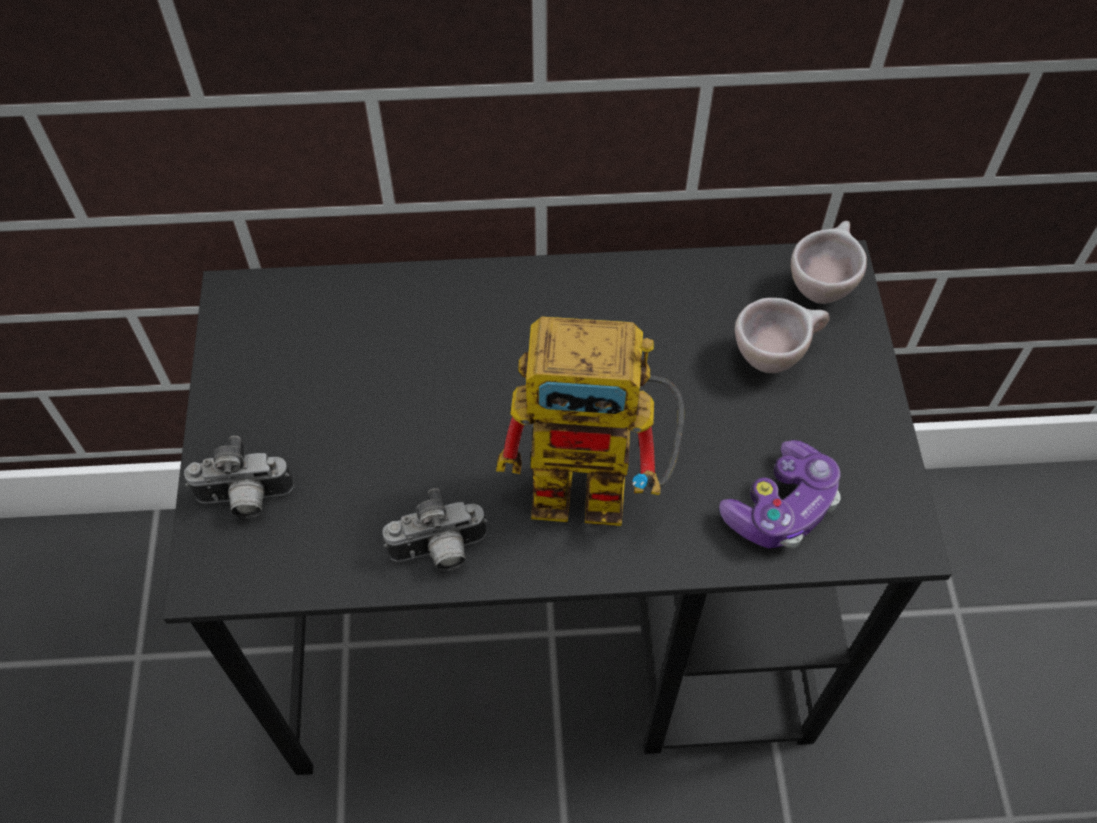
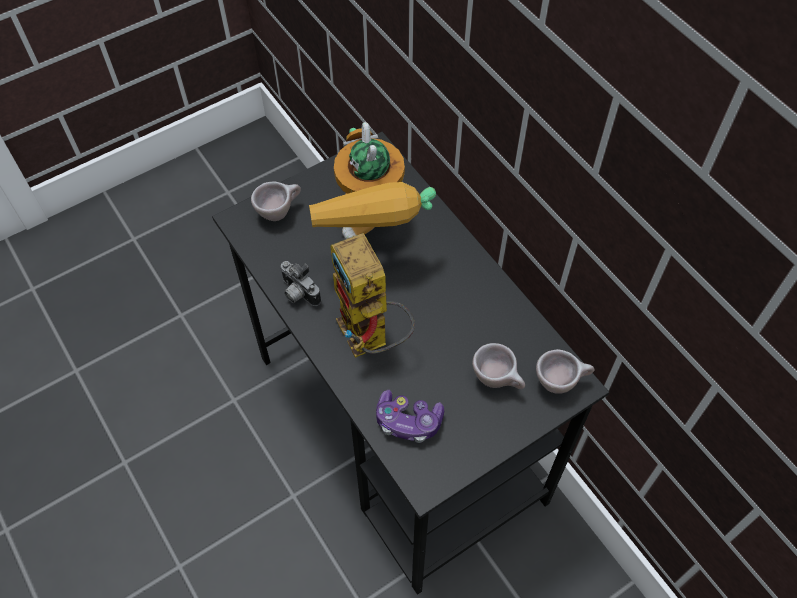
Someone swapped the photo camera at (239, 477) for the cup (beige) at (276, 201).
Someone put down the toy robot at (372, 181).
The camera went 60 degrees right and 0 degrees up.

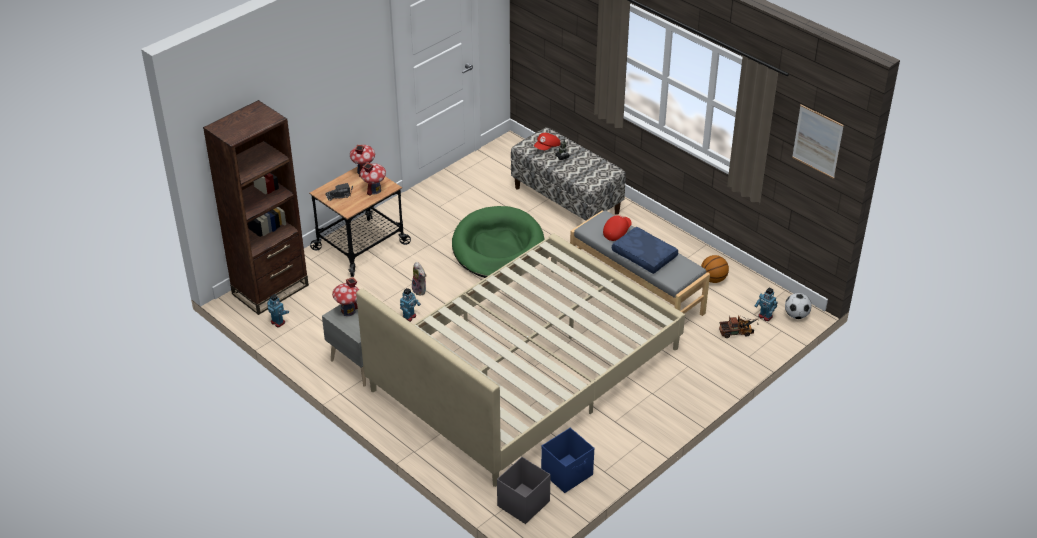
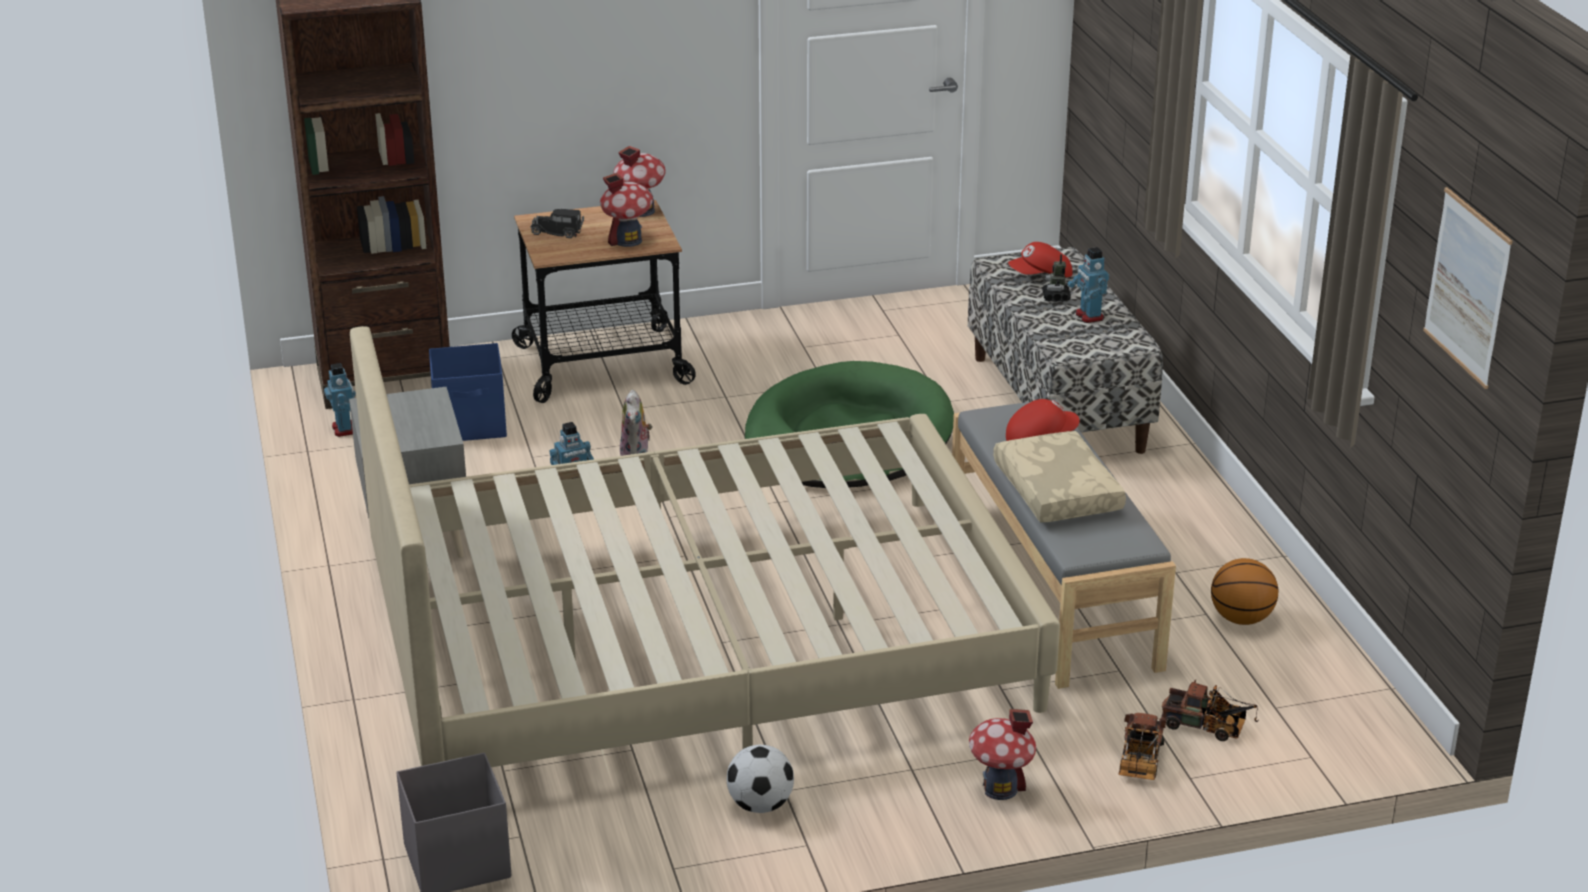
Someone repainted the pillow (blue) at (645, 250), which became the pillow (beige) at (1059, 476).
Someone carried the toy house from (345, 296) to (1002, 754).
Someone carried the toy robot from (766, 304) to (1088, 285).
Someone carried the football from (798, 306) to (760, 779).
Someone carried the storage box (blue) from (567, 460) to (468, 392).
Someone put down the toy truck at (1142, 746).
The camera went 30 degrees right and 10 degrees down.

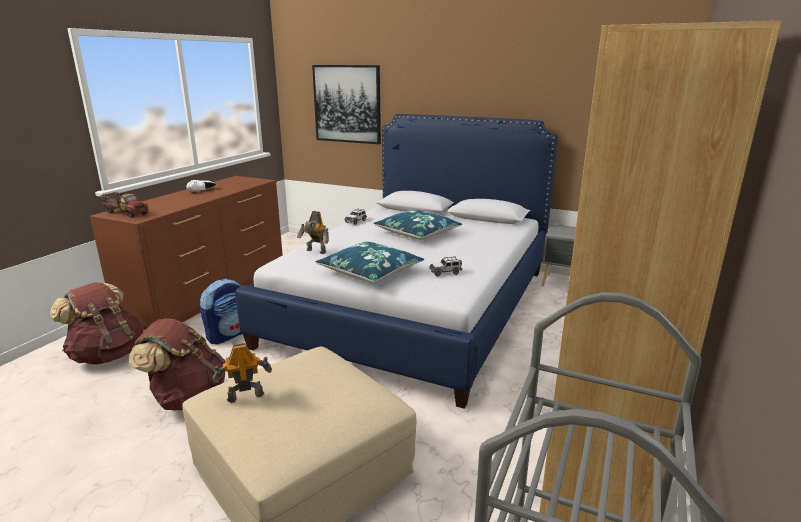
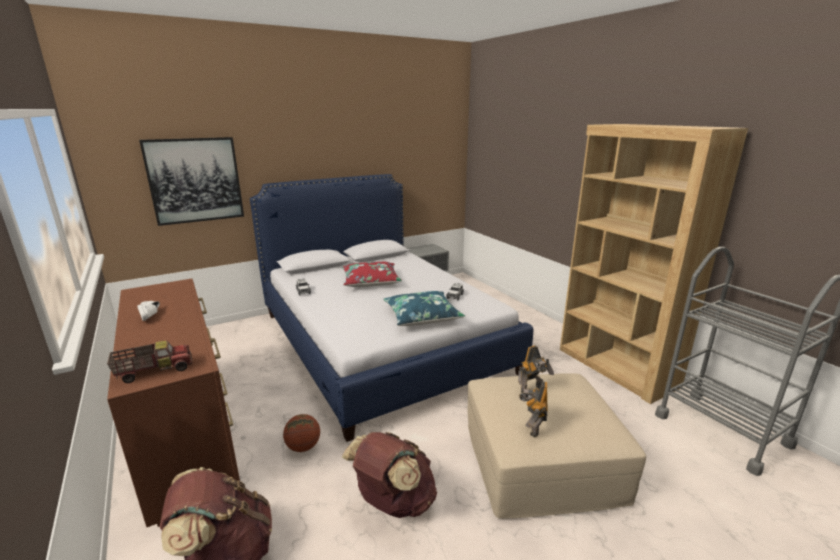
Someone repainted the pillow (blue) at (417, 225), which became the pillow (red) at (372, 274).
Someone carried the toy robot from (313, 232) to (536, 369).
Someone swapped the backpack at (221, 311) for the basketball at (301, 433).
The camera went 55 degrees left and 0 degrees up.

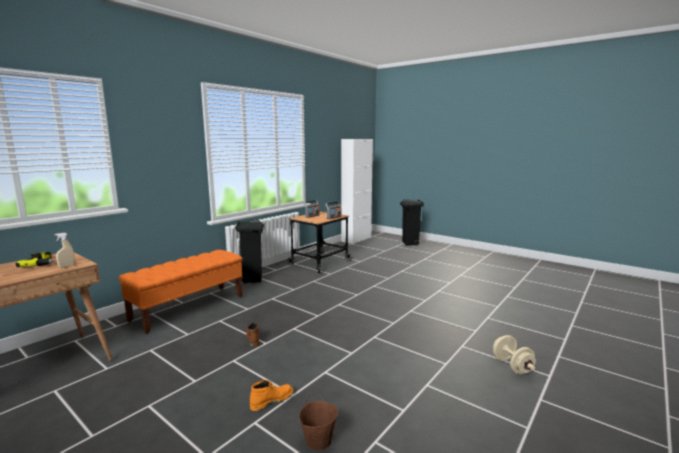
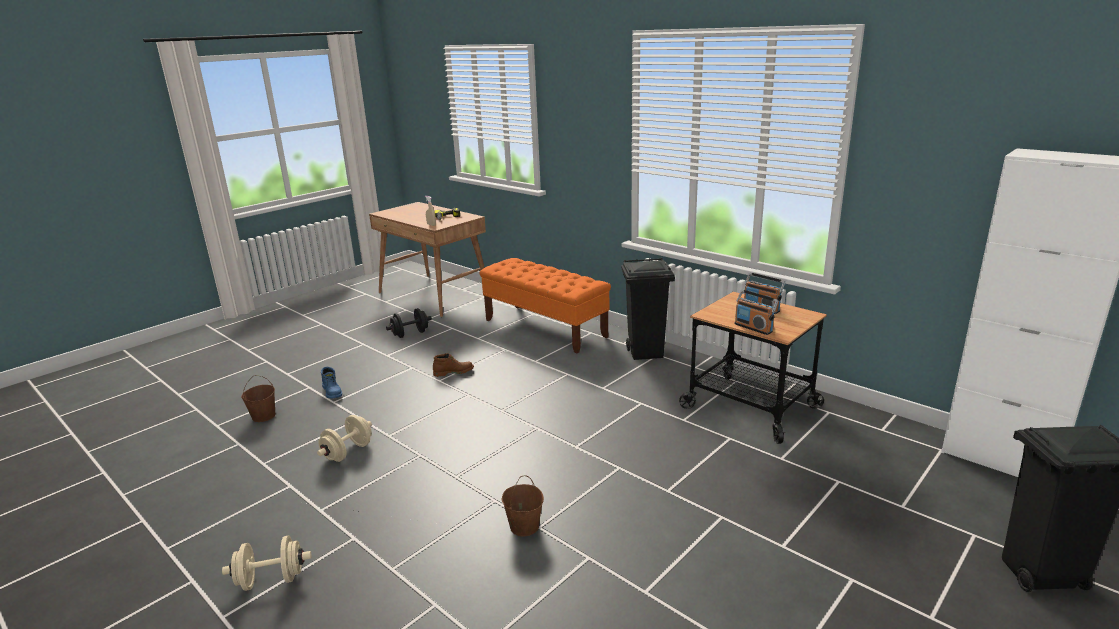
Someone repainted the boot (orange) at (271, 395), which became the boot (blue) at (331, 382).
Someone put down the dumbbell (black) at (409, 323).
Someone put down the dumbbell (beige) at (344, 438).
Someone put down the bucket (brown) at (523, 505).
The camera went 95 degrees right and 10 degrees up.

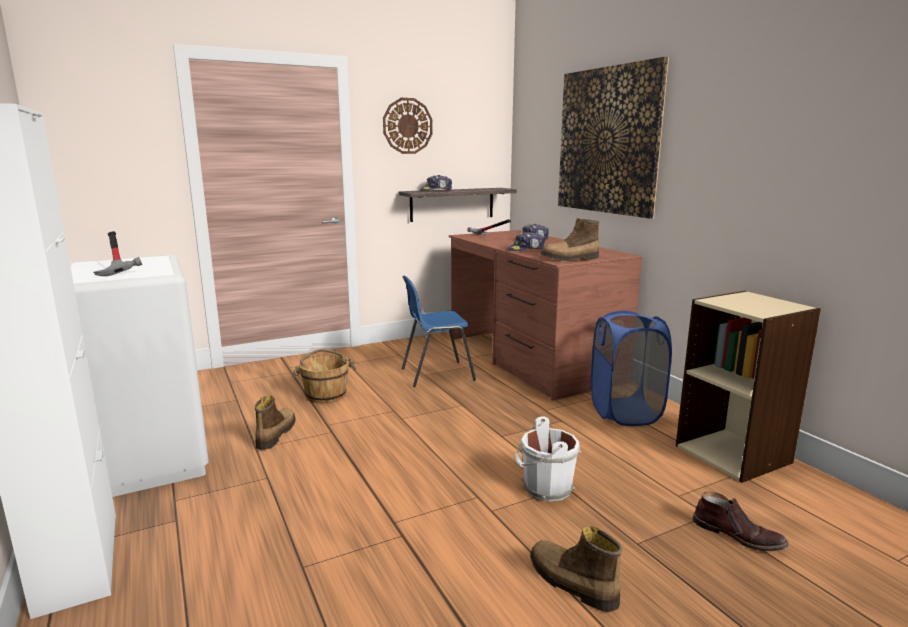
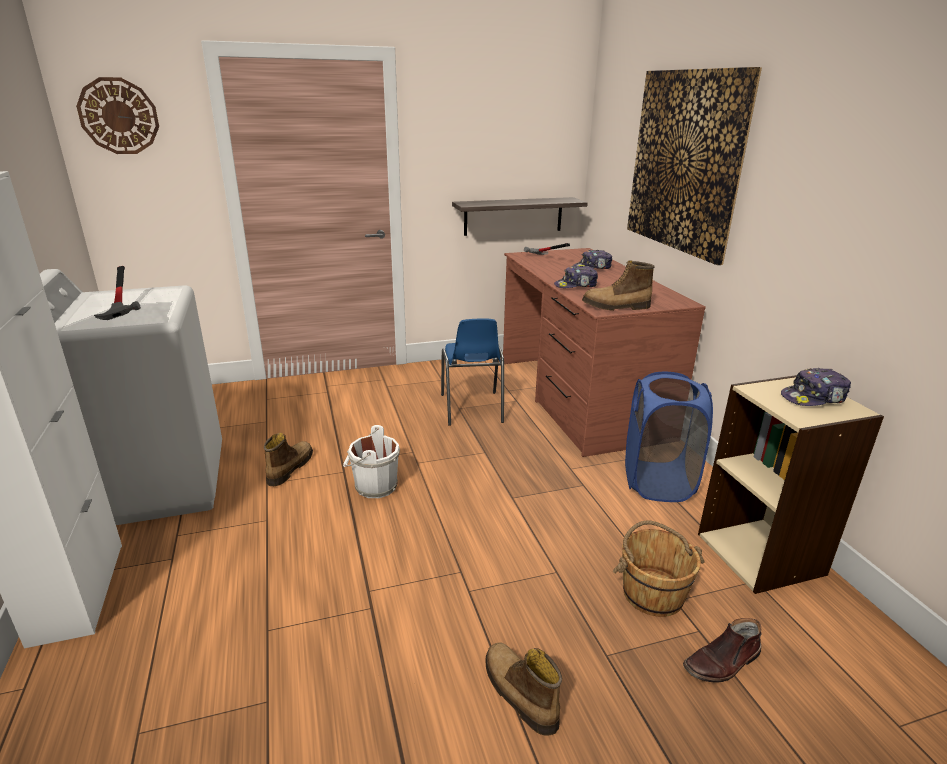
Someone carried the wall clock from (408, 126) to (117, 115).
Someone carried the cap from (436, 183) to (816, 387).
Someone rotated the chair (blue) at (439, 331) by 90 degrees counterclockwise.
Someone carried the bucket (brown) from (324, 376) to (658, 569).
Someone carried the bucket (white) from (548, 458) to (371, 461).
Someone rotated the boot (brown) at (740, 521) by 105 degrees clockwise.
The camera went 10 degrees right and 10 degrees up.

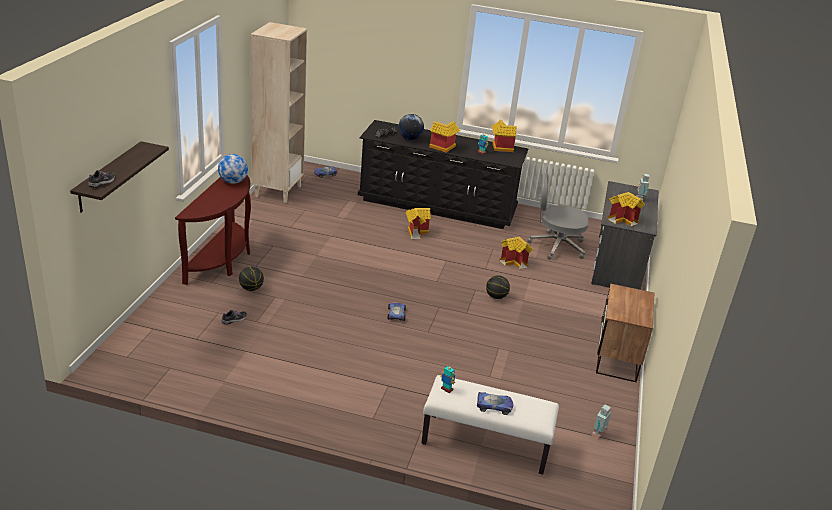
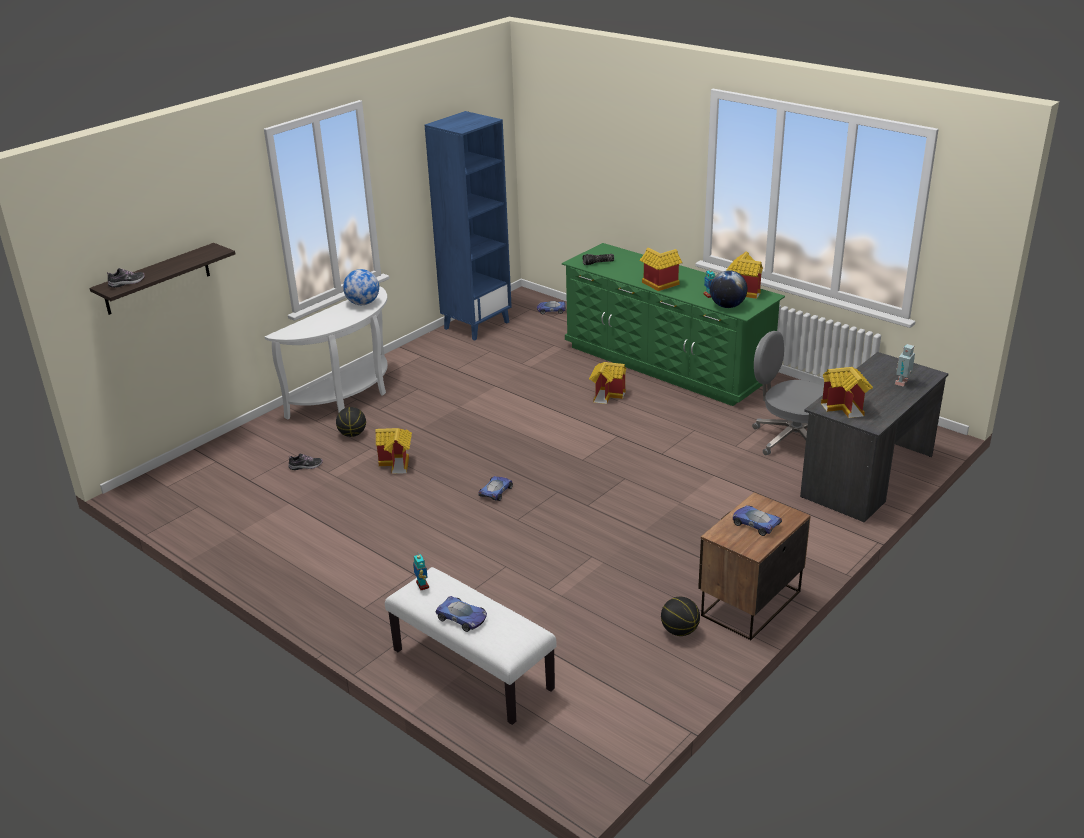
Someone repainted the bookcase (beige) at (279, 112), which became the bookcase (blue) at (468, 226).
Someone carried the globe from (411, 127) to (728, 289).
Someone repainted the dresser (black) at (443, 174), which became the dresser (green) at (673, 324).
Someone repainted the console table (brown) at (213, 230), which became the console table (white) at (326, 352).
Someone carried the toy house from (516, 253) to (394, 451).
Someone carried the basketball from (498, 287) to (680, 616).
Someone took away the toy robot at (601, 422).
Someone put down the toy car at (757, 520).
The camera went 30 degrees right and 0 degrees up.

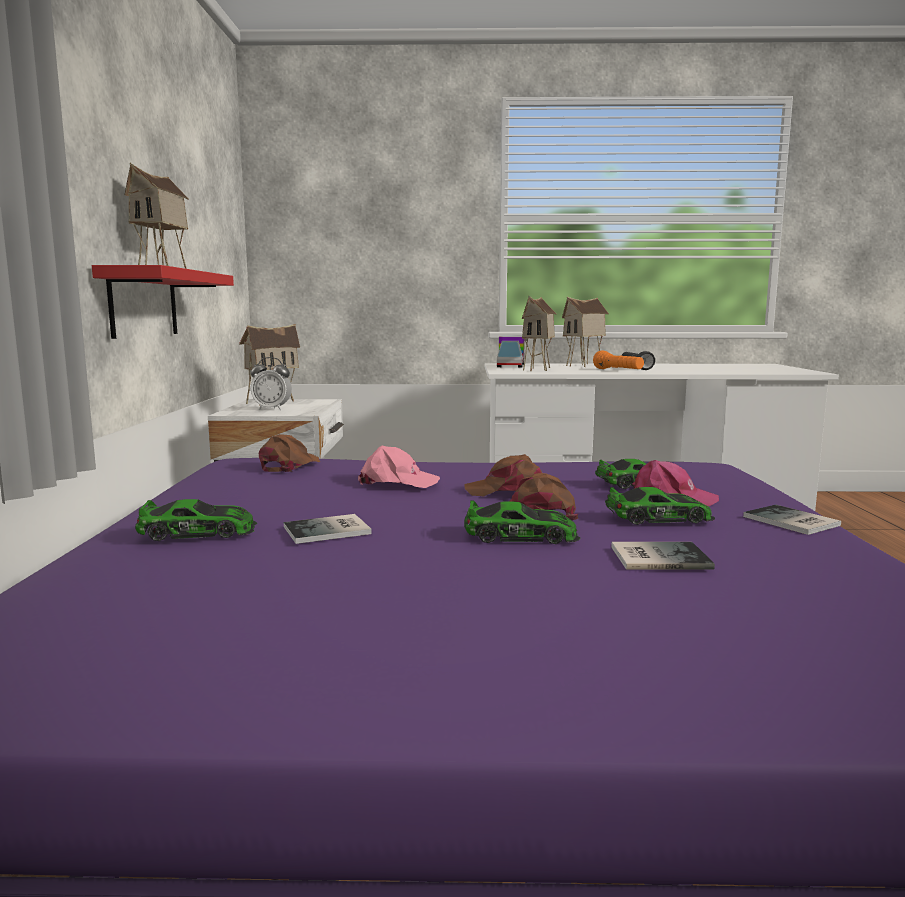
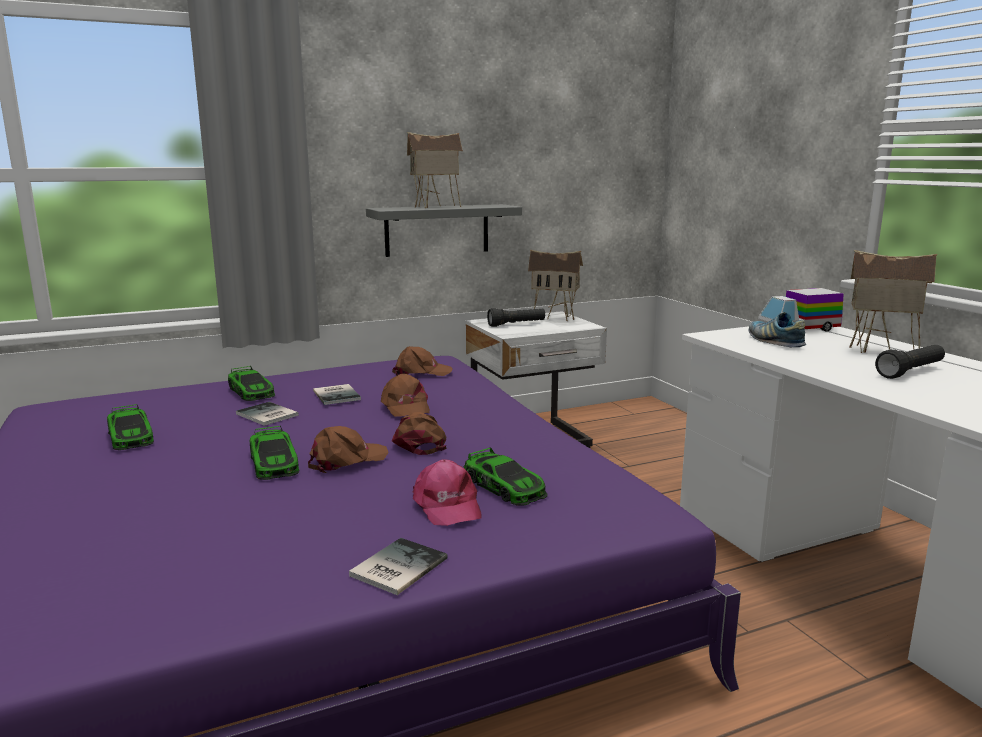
Someone repainted the shelf (red) at (163, 302), which became the shelf (grey) at (444, 230).
Someone swapped the toy house at (539, 333) for the shoe at (777, 329).
Someone took away the flashlight (orange) at (618, 359).
Someone swapped the alarm clock at (271, 383) for the flashlight (black) at (516, 317).
Someone repainted the cap (pink) at (399, 467), which became the cap (brown) at (405, 395).
Someone carried the toy car from (660, 506) to (130, 427).
Someone carried the book from (663, 556) to (337, 394).
The camera went 65 degrees right and 5 degrees up.

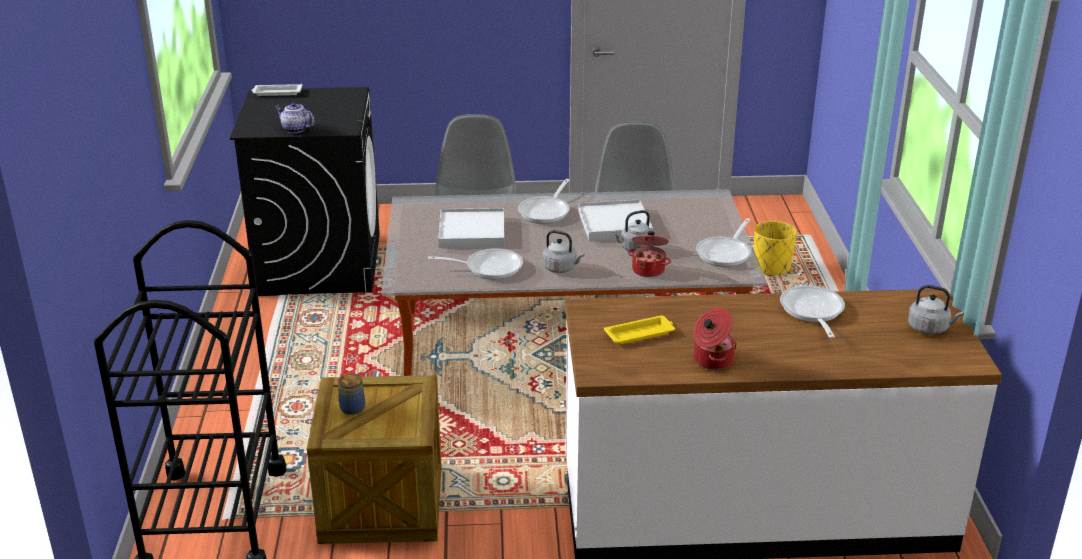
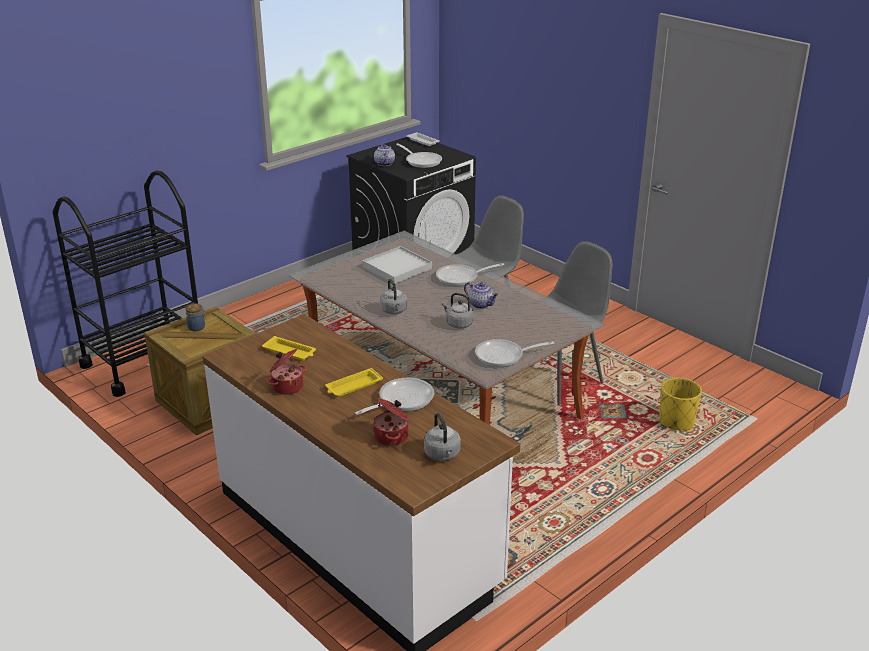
Someone swapped the tray (white) at (615, 220) for the teapot at (481, 295).
Someone carried the cooking pot from (649, 254) to (390, 422).
Someone carried the frying pan from (475, 263) to (419, 155).
Someone put down the tray (yellow) at (354, 382).
The camera went 50 degrees right and 0 degrees up.

